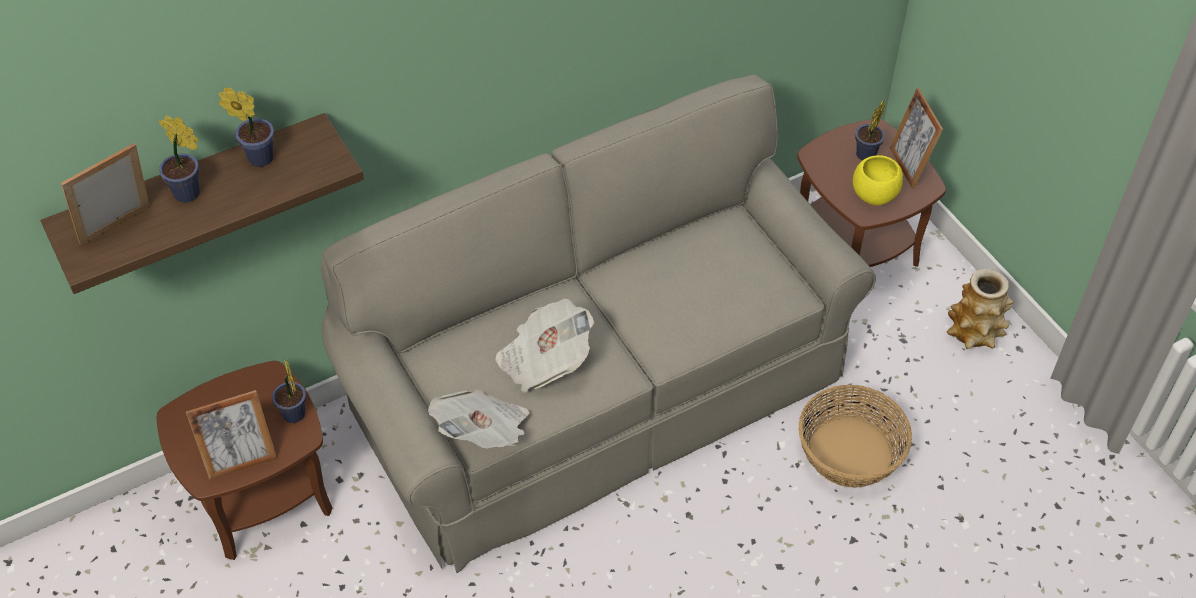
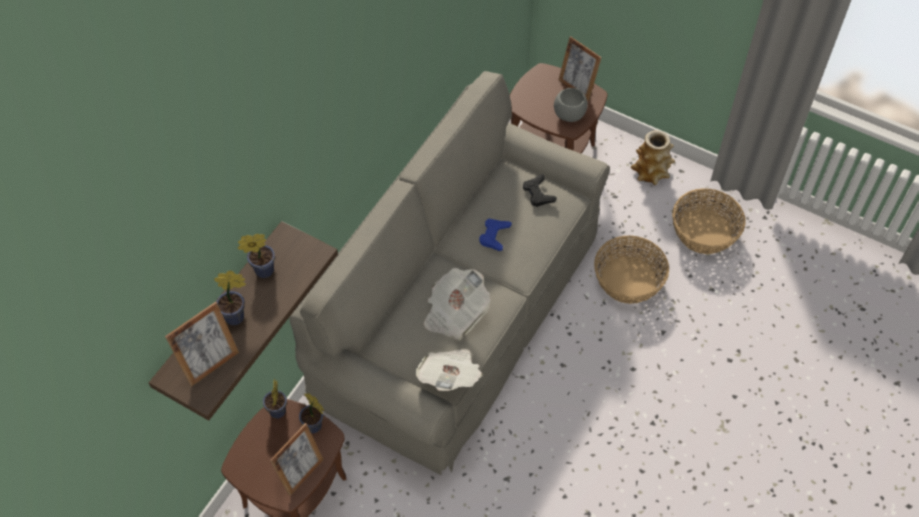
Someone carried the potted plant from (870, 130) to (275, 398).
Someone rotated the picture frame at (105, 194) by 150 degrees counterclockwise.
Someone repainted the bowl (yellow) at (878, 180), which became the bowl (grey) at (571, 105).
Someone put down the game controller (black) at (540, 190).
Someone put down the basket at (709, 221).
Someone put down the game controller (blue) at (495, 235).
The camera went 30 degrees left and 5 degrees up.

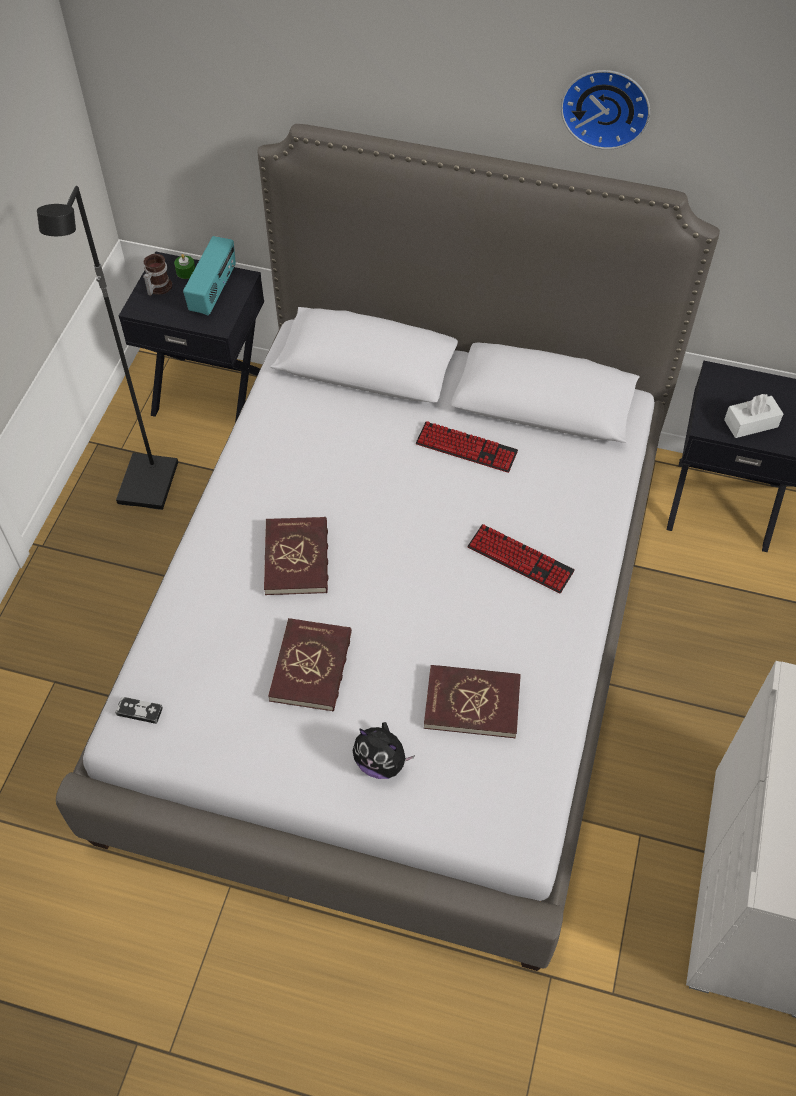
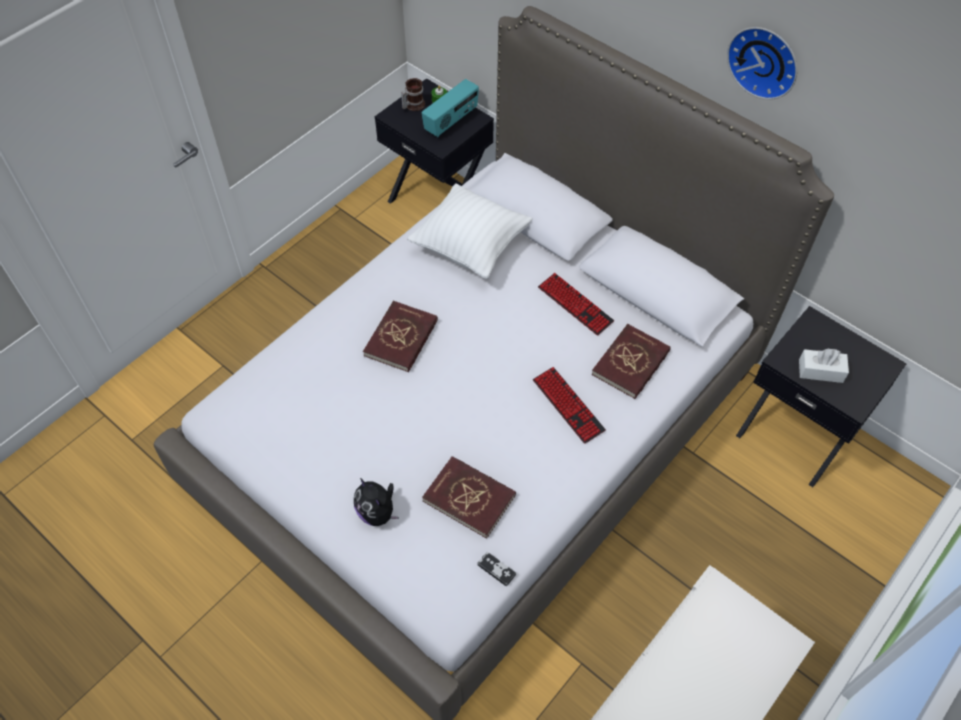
Someone took away the floor lamp (black) at (107, 348).
Someone carried the book (red) from (310, 664) to (631, 361).
Someone carried the game controller from (139, 710) to (497, 569).
Someone put down the pillow (white) at (470, 231).
The camera went 25 degrees right and 0 degrees up.

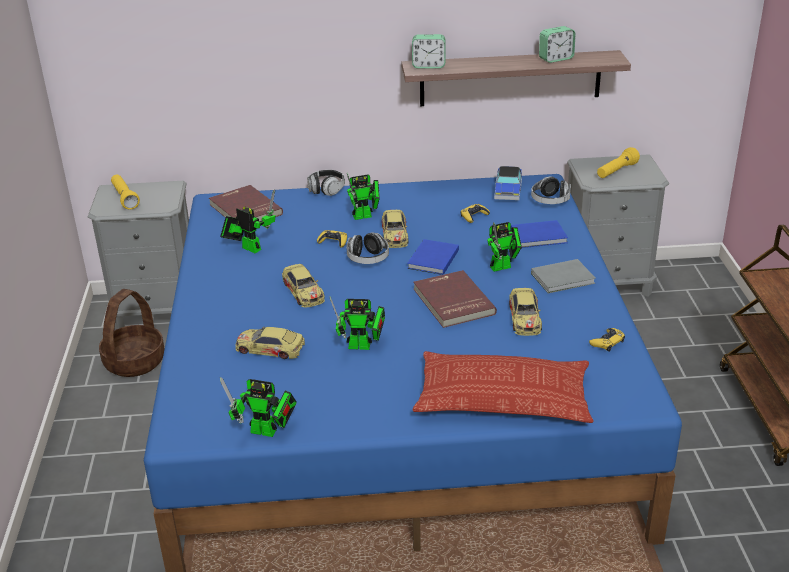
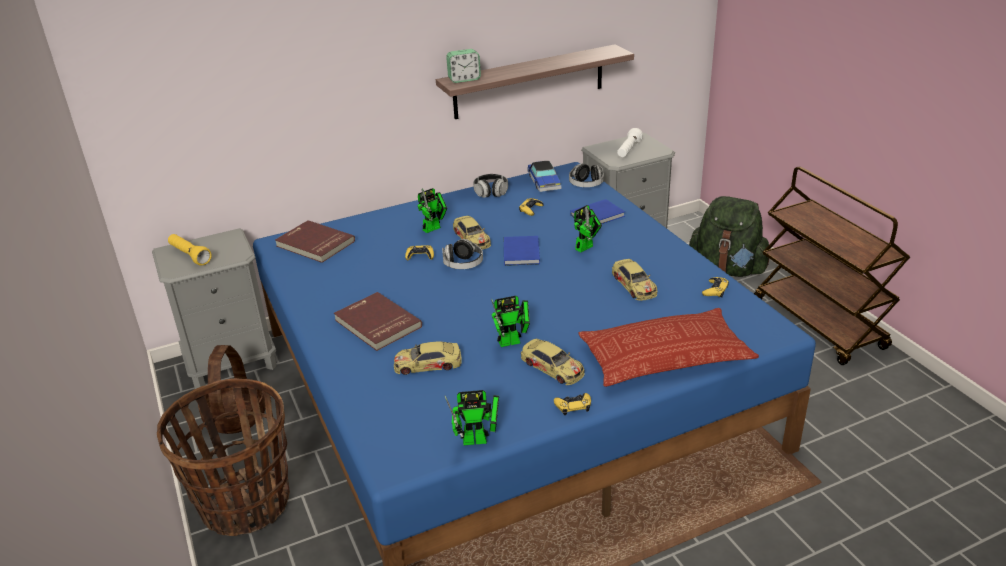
Someone took away the alarm clock at (557, 44).
Someone repainted the flashlight (yellow) at (618, 162), which became the flashlight (white) at (630, 143).
Someone carried the headphones from (326, 183) to (490, 186).
Someone took away the toy robot at (248, 221).
Someone took away the book (grey) at (563, 276).
Someone carried the toy car from (303, 286) to (552, 362).
Someone carried the book (red) from (455, 299) to (378, 321).
Someone put down the backpack (green) at (729, 236).
Someone put down the basket at (223, 457).
Someone put down the game controller (yellow) at (572, 404).
The camera went 20 degrees left and 0 degrees up.

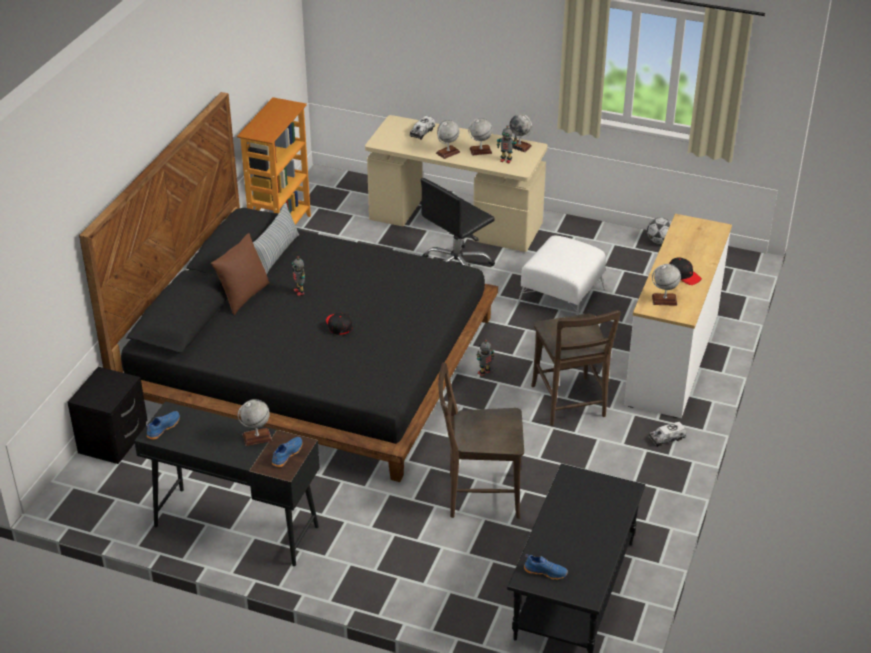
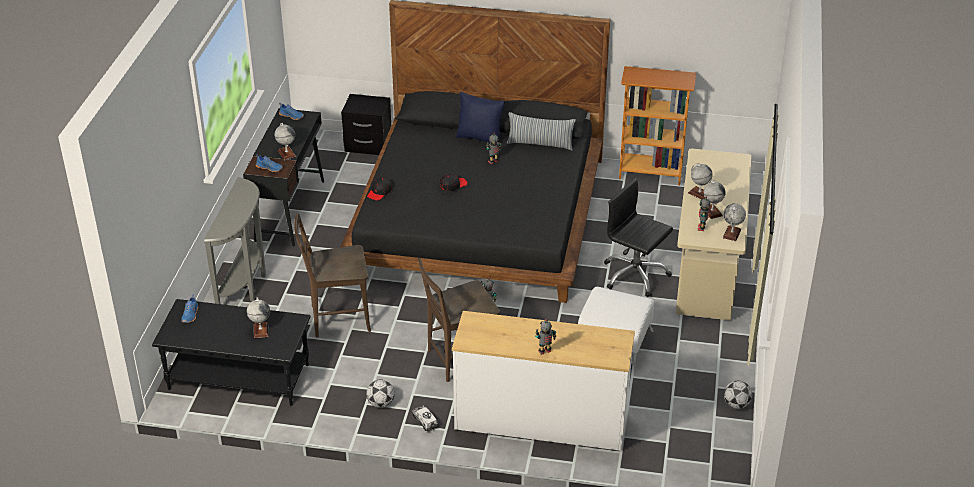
Someone took away the toy truck at (422, 128).
Someone repainted the pillow (brown) at (240, 274), which became the pillow (blue) at (480, 117).
Someone carried the cap (black) from (685, 271) to (379, 189).
Someone carried the globe from (666, 285) to (258, 317).
Someone rotated the chair (brown) at (481, 440) by 90 degrees counterclockwise.
Someone put down the console table (grey) at (235, 240).
Someone put down the toy robot at (545, 337).
Someone put down the football at (380, 393).
The camera went 80 degrees right and 0 degrees up.

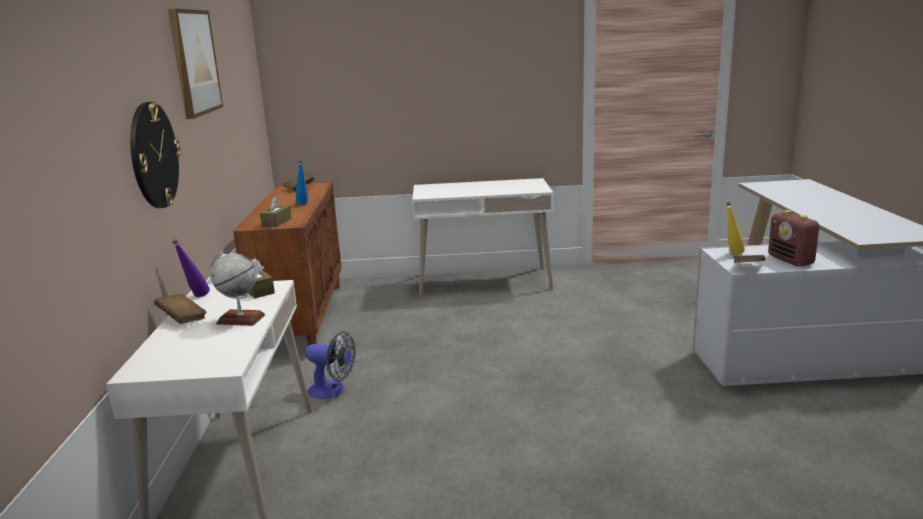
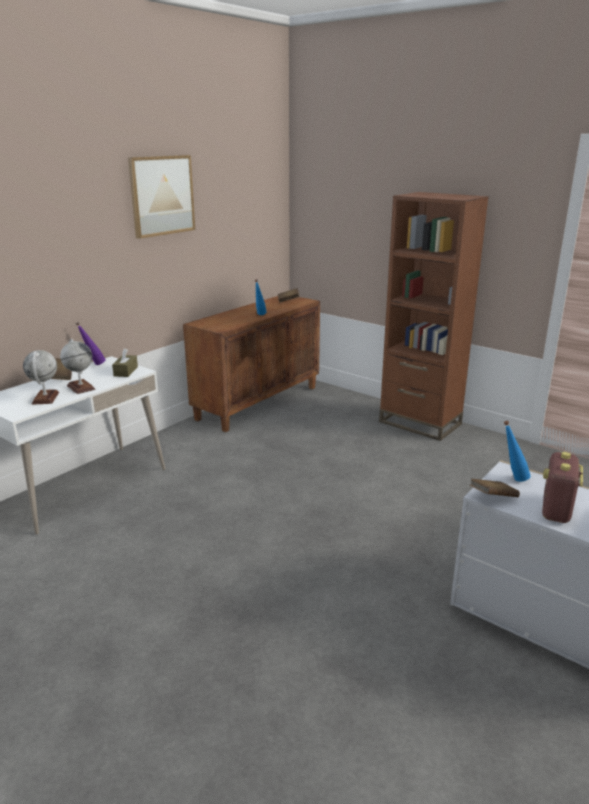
Someone took away the wall clock at (155, 155).
Someone swapped the desk (white) at (482, 237) for the bookcase (brown) at (434, 316).
Someone took away the tissue box (brown) at (275, 211).
Someone repainted the bottle (yellow) at (735, 228), which became the bottle (blue) at (517, 451).
Someone took away the fan at (330, 365).
Someone put down the globe at (41, 377).
The camera went 40 degrees right and 5 degrees up.

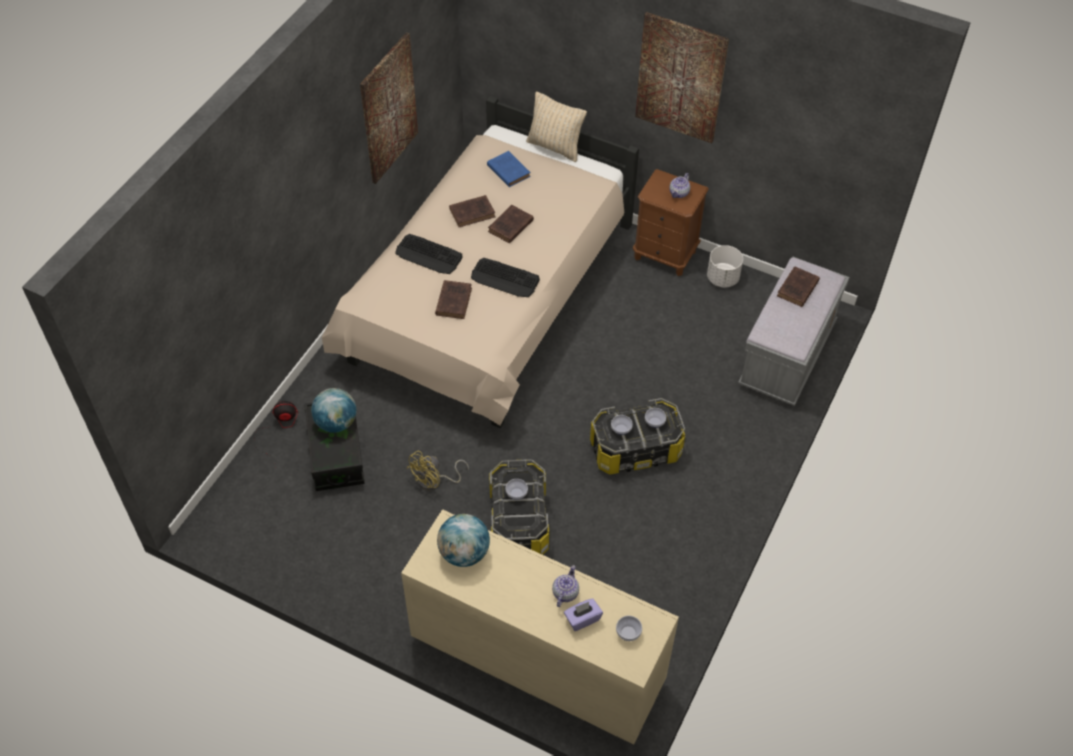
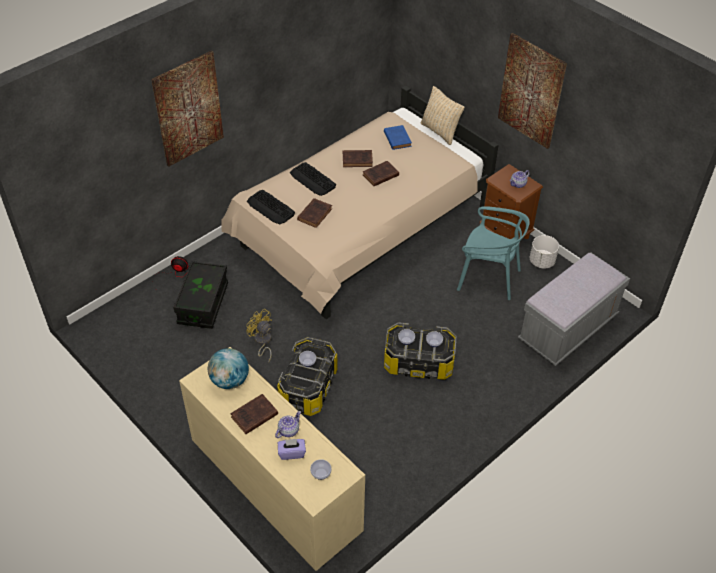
Someone carried the picture from (389, 108) to (187, 108).
Someone carried the keyboard from (505, 277) to (271, 207).
Someone carried the book (brown) from (798, 286) to (254, 414).
Someone took away the globe at (333, 410).
Someone rotated the fan (yellow) at (437, 470) by 75 degrees clockwise.
Someone put down the chair (turquoise) at (493, 253).
The camera went 20 degrees right and 5 degrees down.

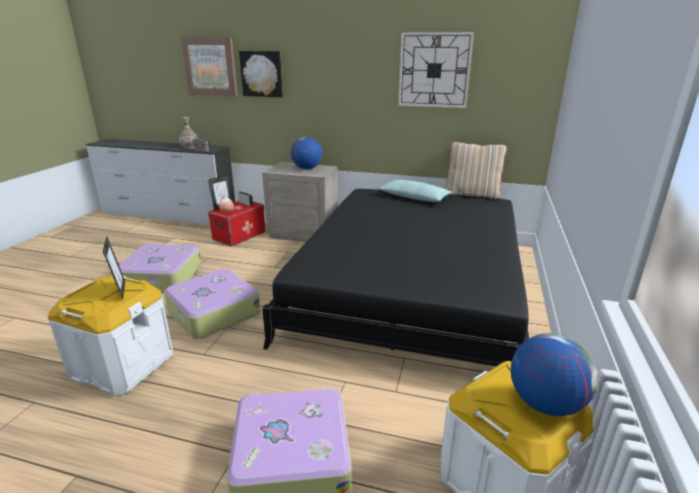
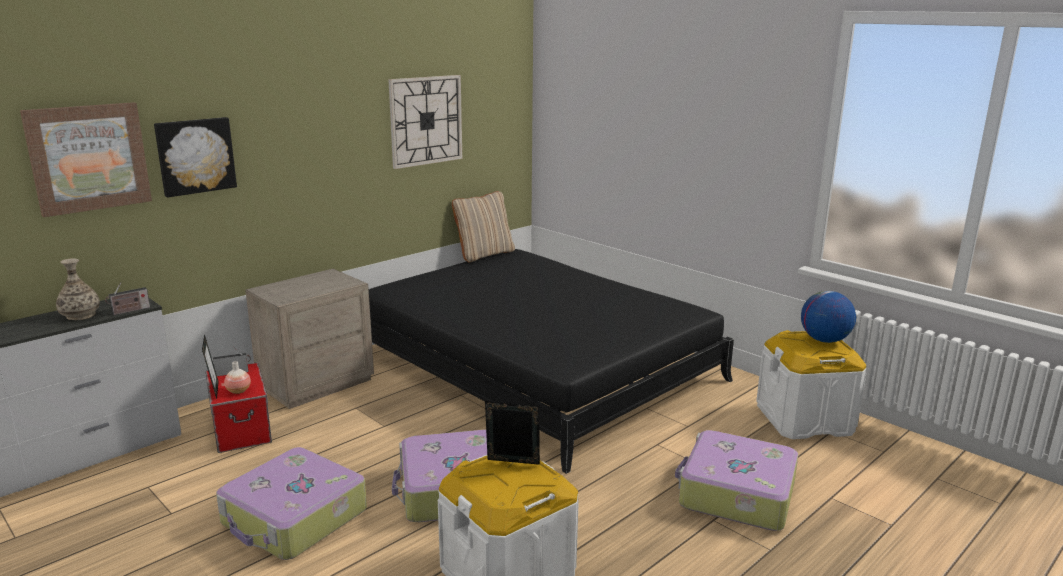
Someone took away the globe at (306, 153).
Someone took away the pillow at (415, 191).
The camera went 60 degrees left and 5 degrees down.

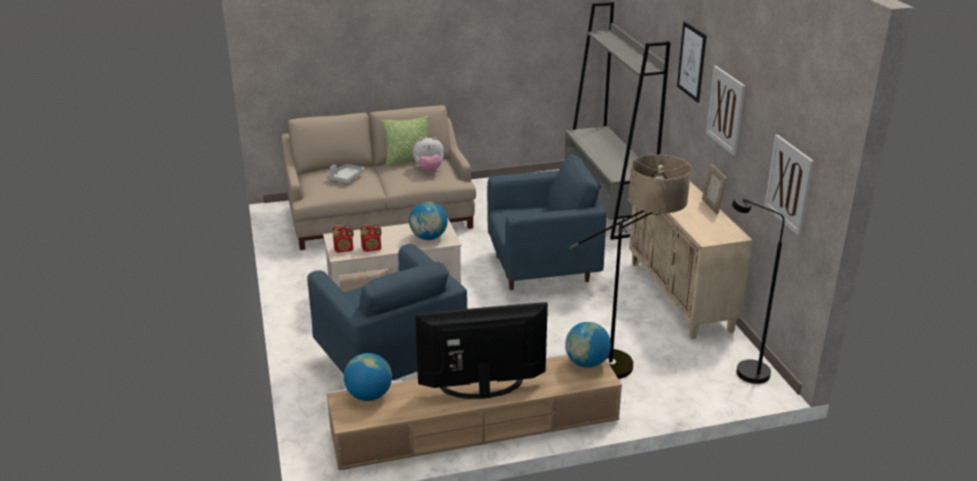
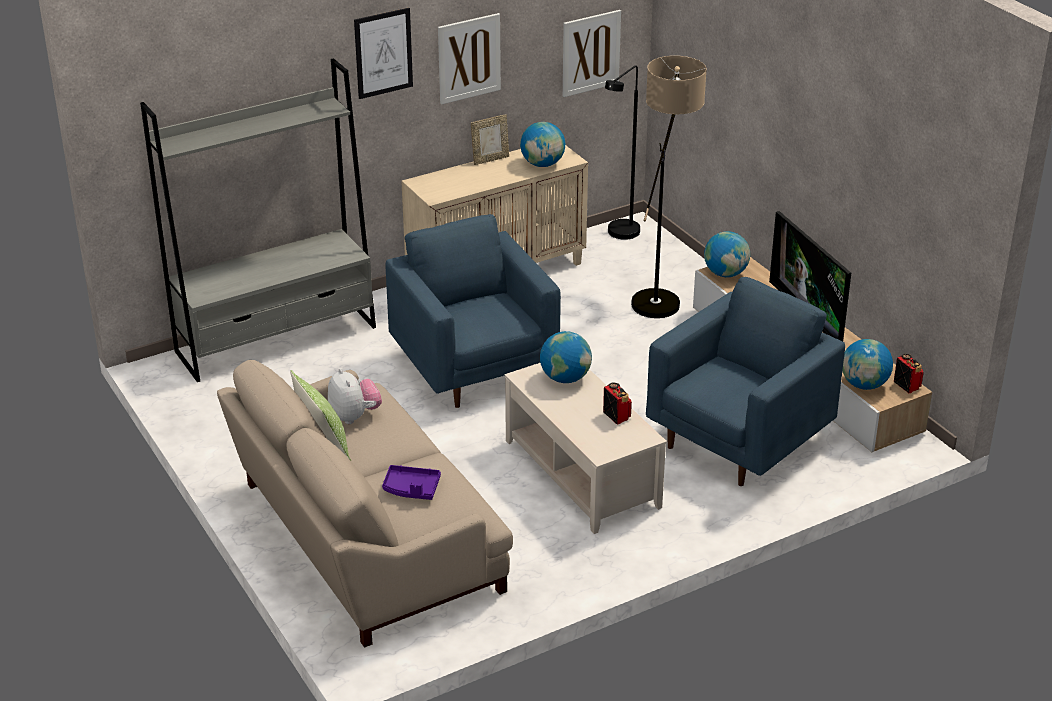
Someone repainted the tray (grey) at (345, 173), which became the tray (purple) at (411, 482).
Someone carried the radio from (343, 239) to (909, 373).
Someone put down the globe at (542, 144).
The camera went 105 degrees left and 5 degrees up.

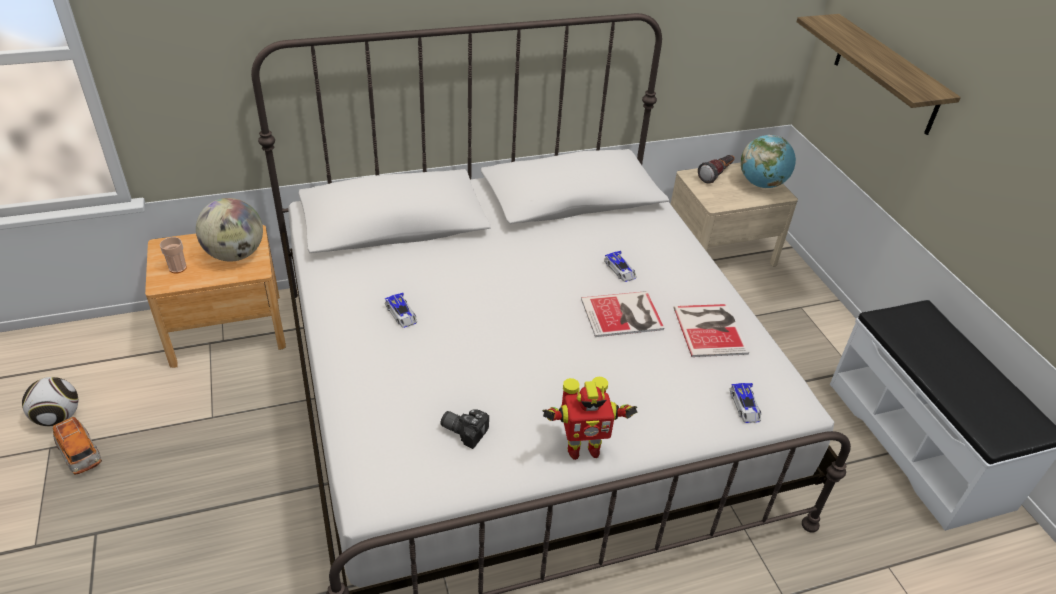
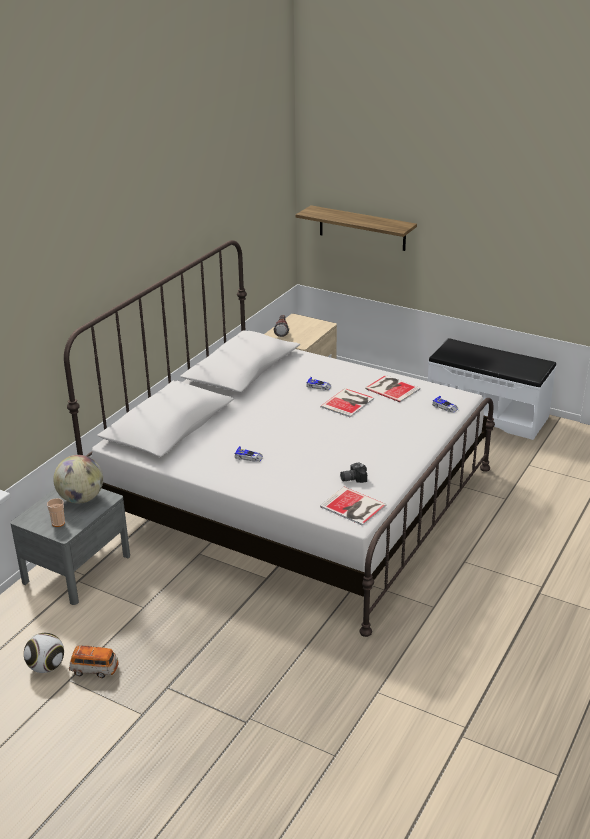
Someone took away the globe at (768, 161).
Someone repainted the nightstand (brown) at (215, 296), which became the nightstand (grey) at (70, 546).
Someone took away the toy robot at (590, 418).
Someone put down the book at (353, 506).
The camera went 40 degrees left and 10 degrees down.

